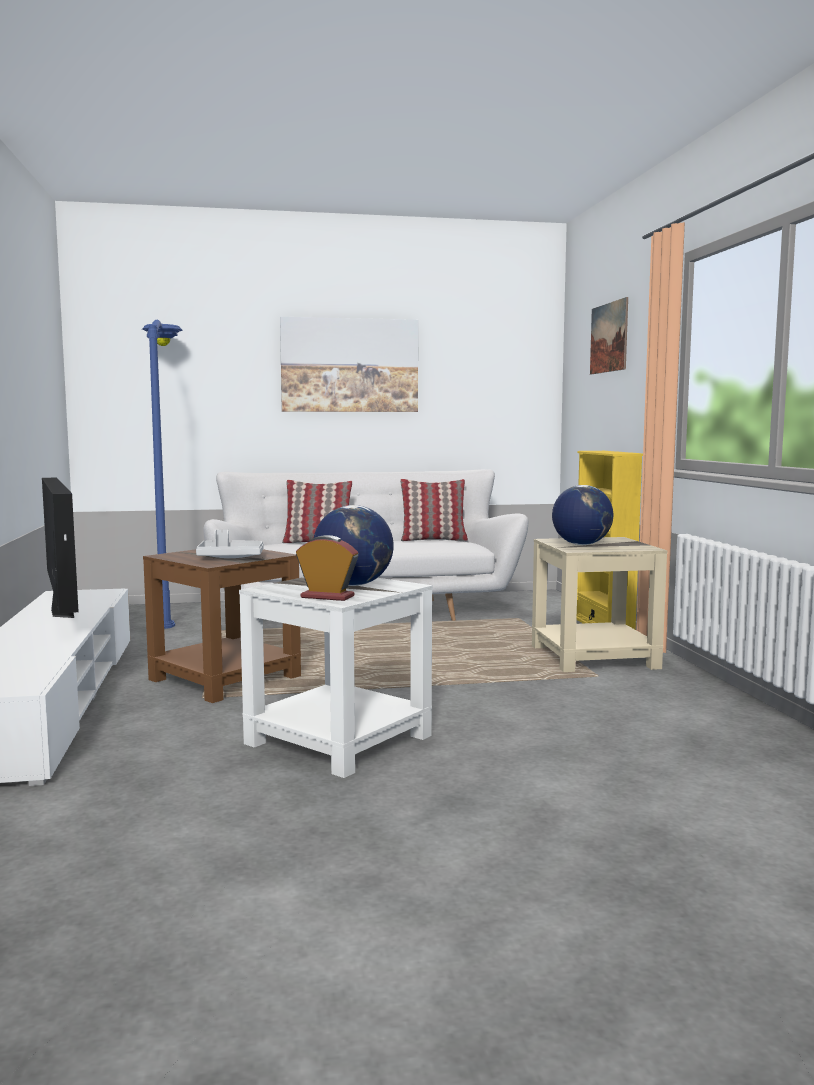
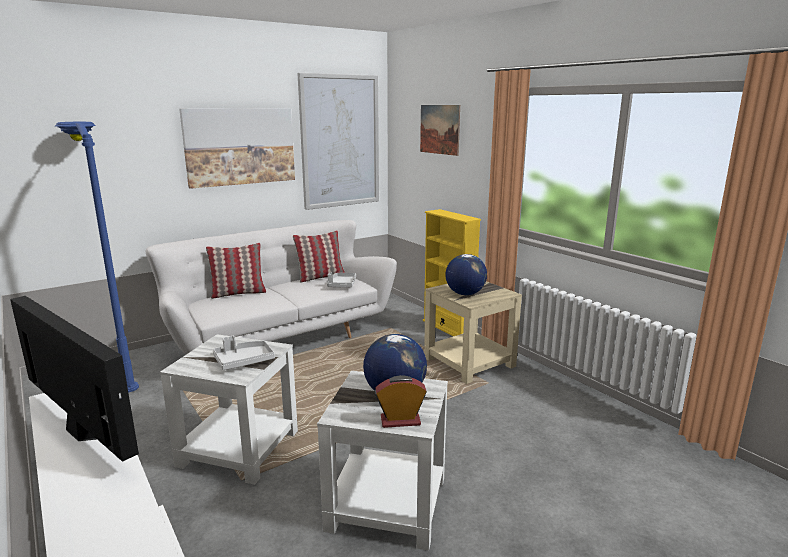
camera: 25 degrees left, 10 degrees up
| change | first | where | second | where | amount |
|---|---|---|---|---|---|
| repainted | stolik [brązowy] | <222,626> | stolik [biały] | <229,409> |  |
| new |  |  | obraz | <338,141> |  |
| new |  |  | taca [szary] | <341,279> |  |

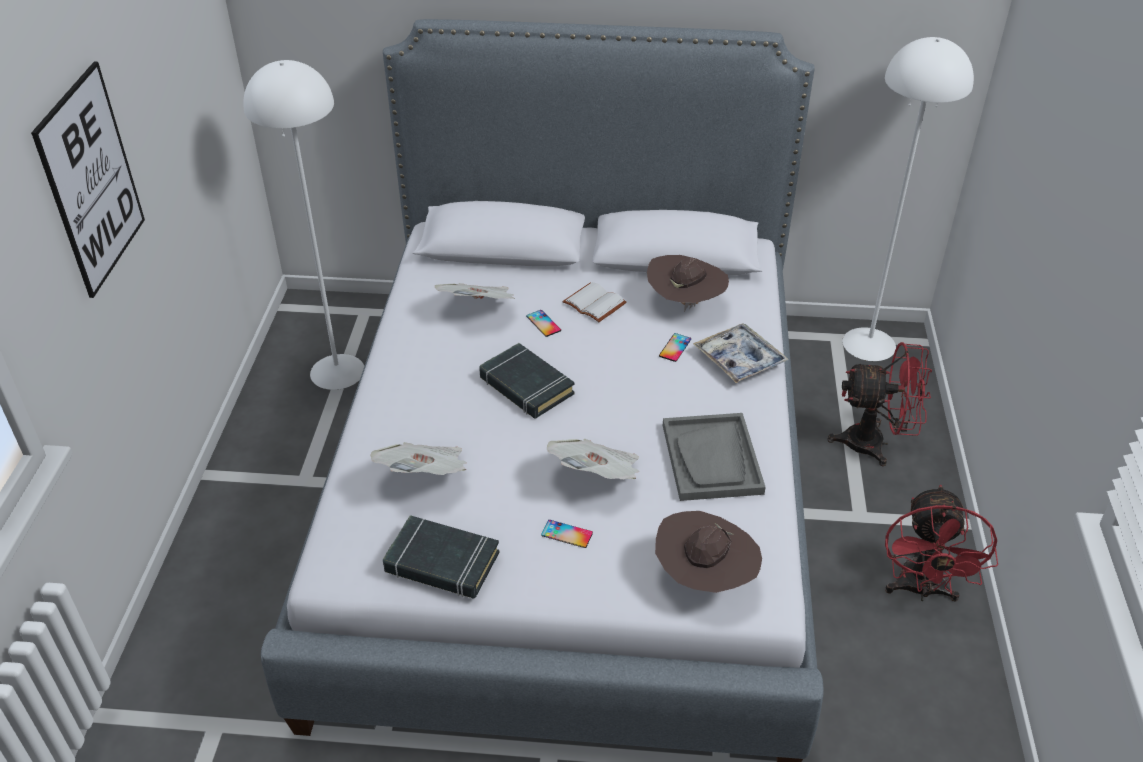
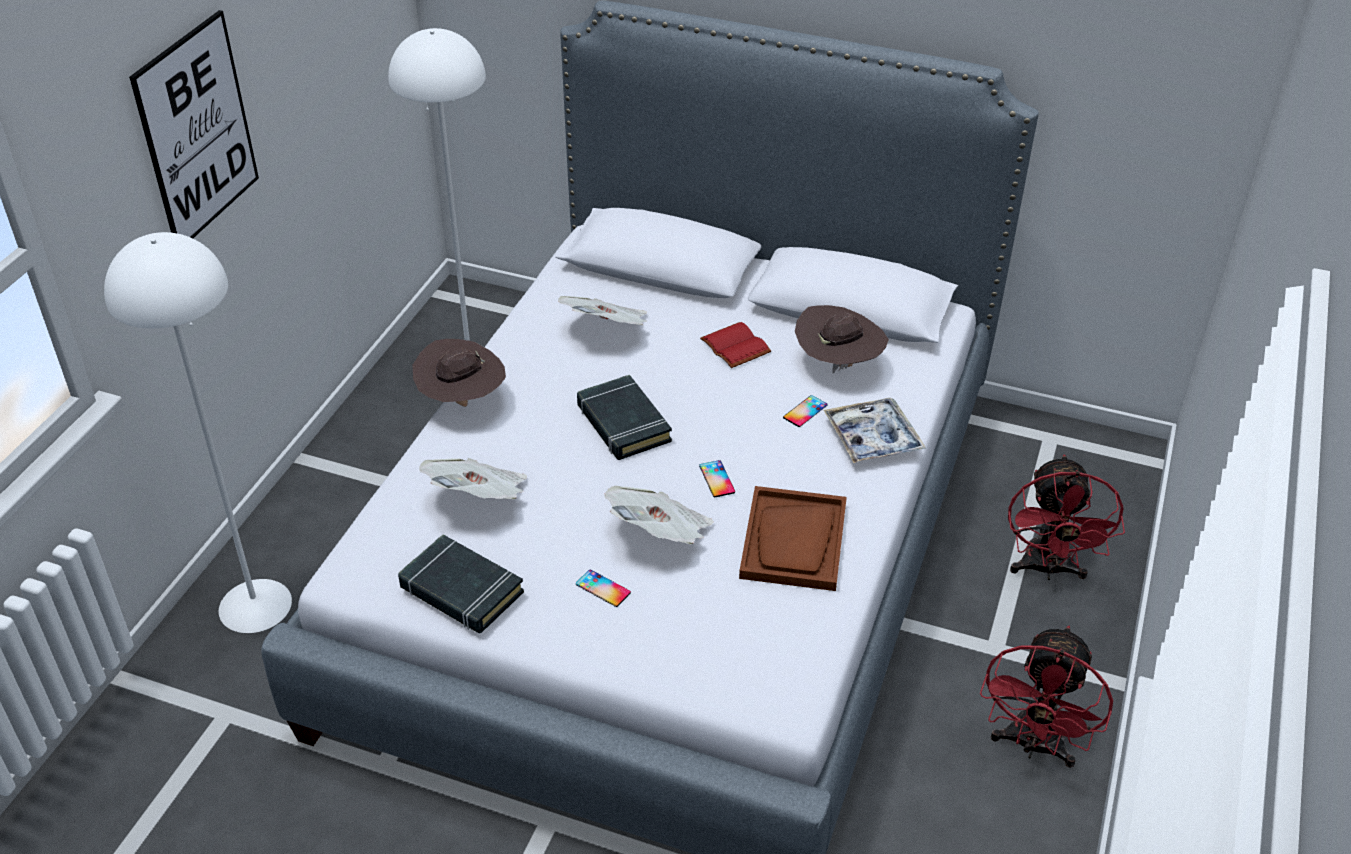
camera: 15 degrees right, 0 degrees up
| change | first | where | second | where | amount |
|---|---|---|---|---|---|
| shifted | lampa stojąca [biały] | <908,199> |  | <198,432> |  |
| repainted | książka [biały] | <594,302> | książka [czerwony] | <735,345> |  |
| shifted | telefon | <543,323> |  | <717,478> |  |
| rotated | wentylator [czerwony] | <879,404> |  | <1066,517> | 75 degrees clockwise |
| repainted | taca [szary] | <714,457> | taca [brązowy] | <793,538> |  |
| shifted | kapelusz [brązowy] | <708,552> |  | <459,373> |  |

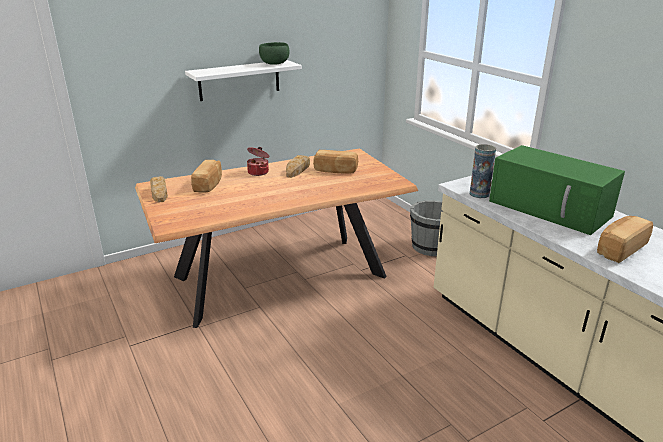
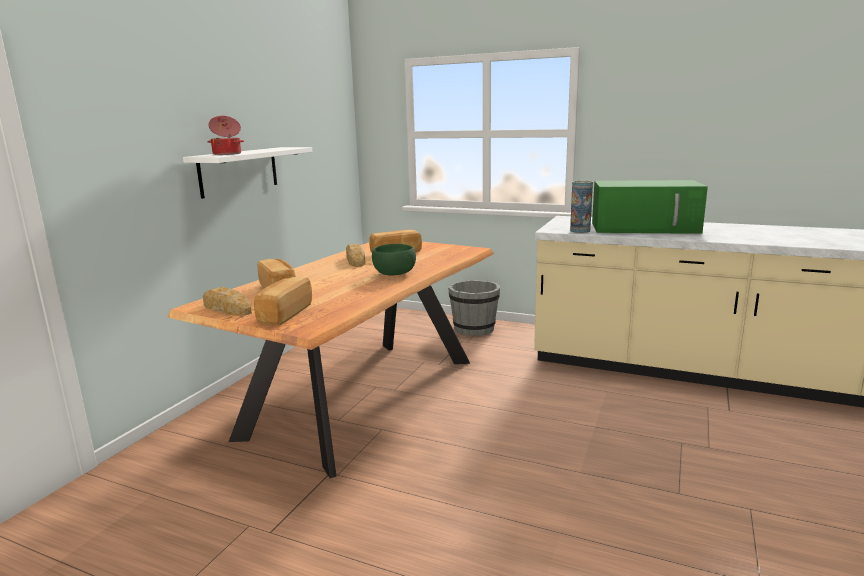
camera: 35 degrees left, 10 degrees down
| change | first | where | second | where | amount |
|---|---|---|---|---|---|
| shifted | miska [zielony] | <274,53> |  | <394,260> |  |
| shifted | garnek | <258,161> |  | <226,135> |  |
| shifted | chleb | <625,239> |  | <283,301> |  |

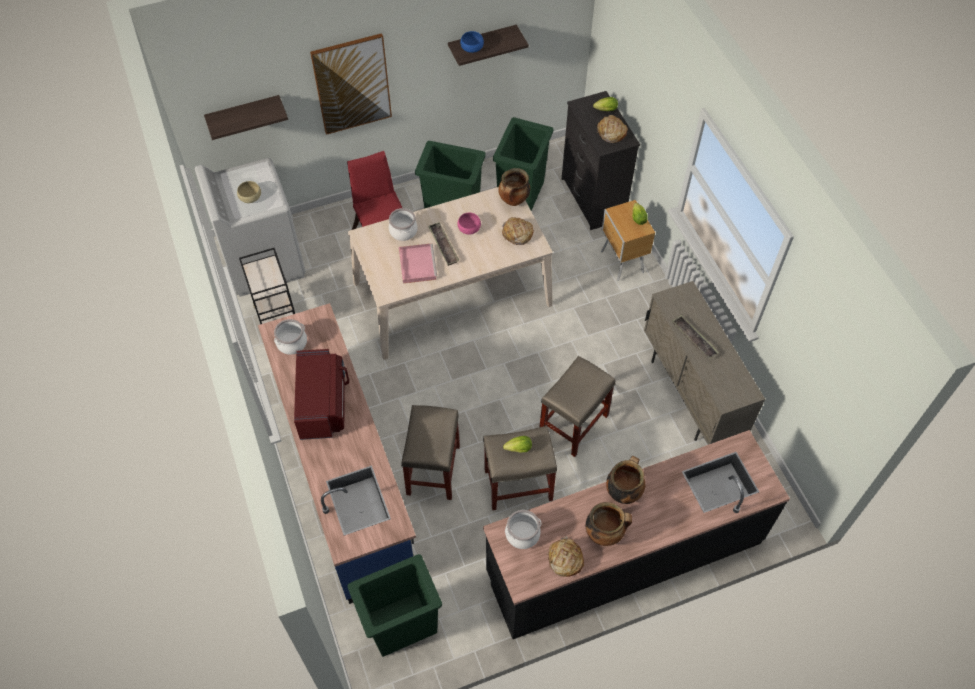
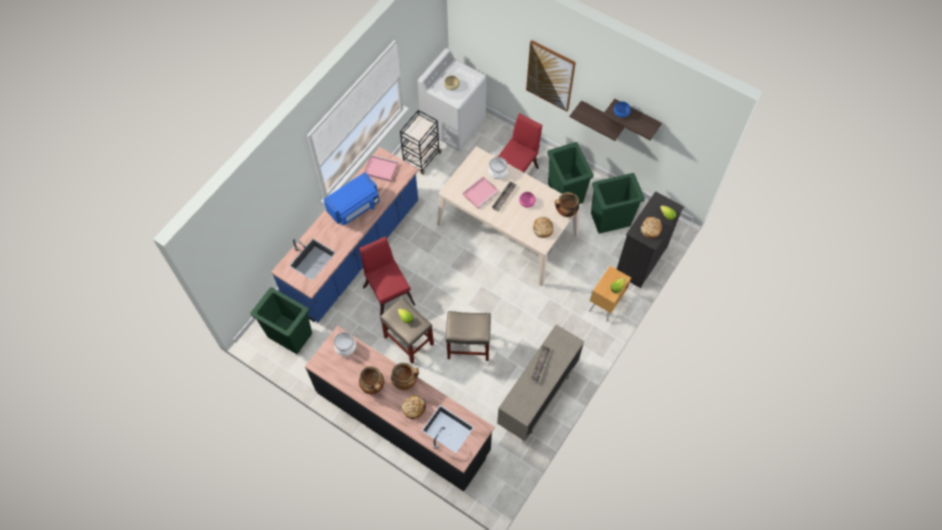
camera: 55 degrees right, 5 degrees up
| change | first | where | second | where | amount |
|---|---|---|---|---|---|
| shifted | półka | <246,117> |  | <597,121> |  |
| swapped | garnek | <290,337> | taca [różowy] | <381,168> |  |
| repainted | mikrofalówka [czerwony] | <321,394> | mikrofalówka [niebieski] | <351,198> |  |
| swapped | stołek [beżowy] | <430,452> | krzesło [czerwony] | <387,276> |  |
| shifted | chleb | <565,556> |  | <415,407> |  |

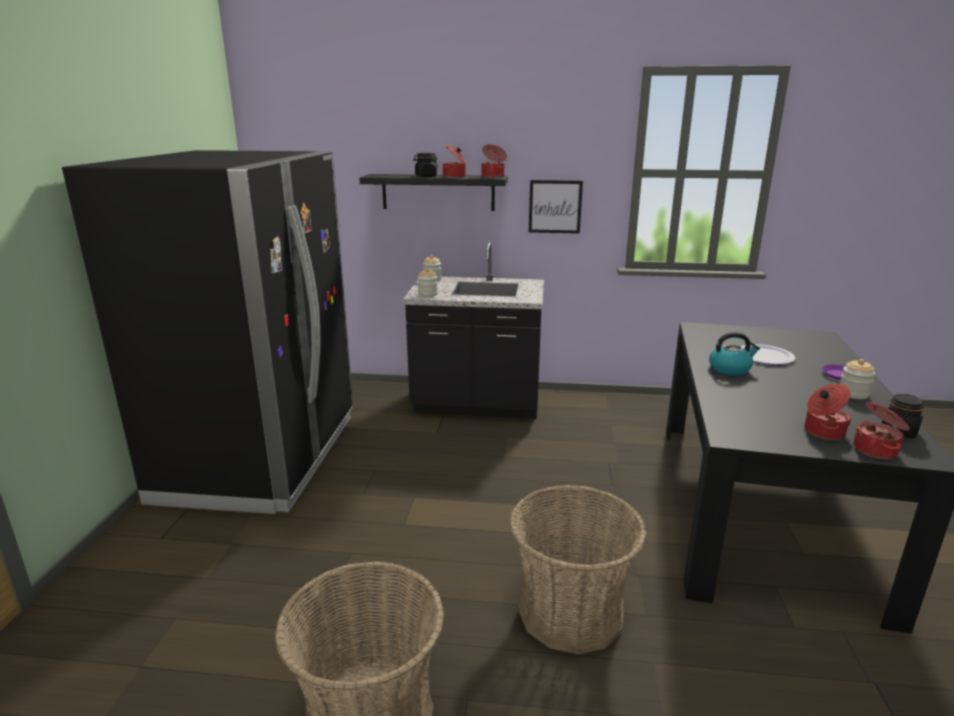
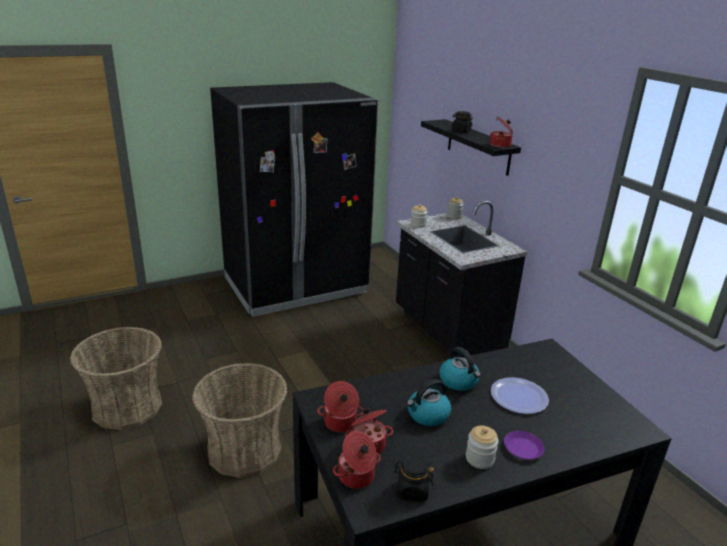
camera: 55 degrees right, 5 degrees up
| change | first | where | second | where | amount |
|---|---|---|---|---|---|
| shifted | garnek | <454,161> |  | <340,406> |  |
| gone | obraz | <556,207> |  |  |  |
| new |  |  | czajnik | <429,402> |  |

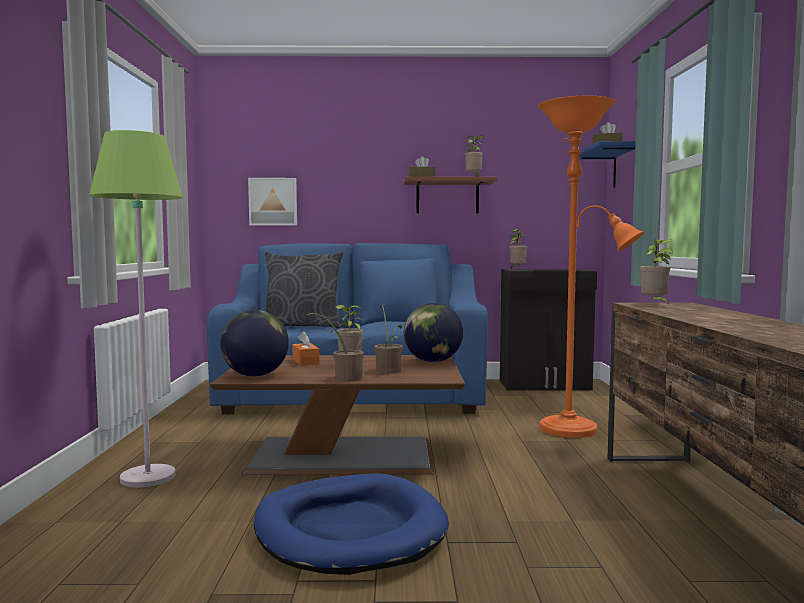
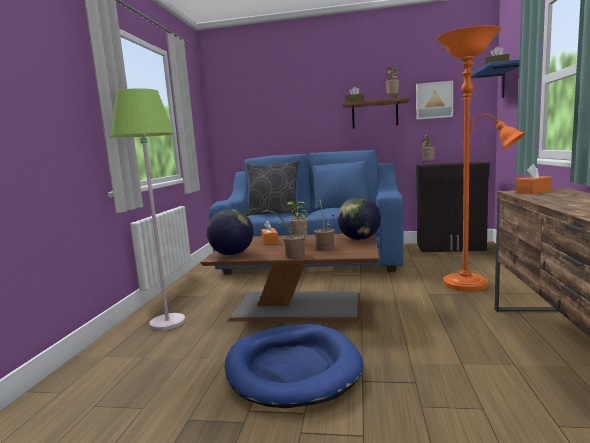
camera: 10 degrees right, 5 degrees up
| change | first | where | second | where | amount |
|---|---|---|---|---|---|
| shifted | obraz | <272,201> |  | <434,100> |  |
| swapped | roślina doniczkowa | <656,272> | pudełko chusteczek [pomarańczowy] | <534,179> |  |

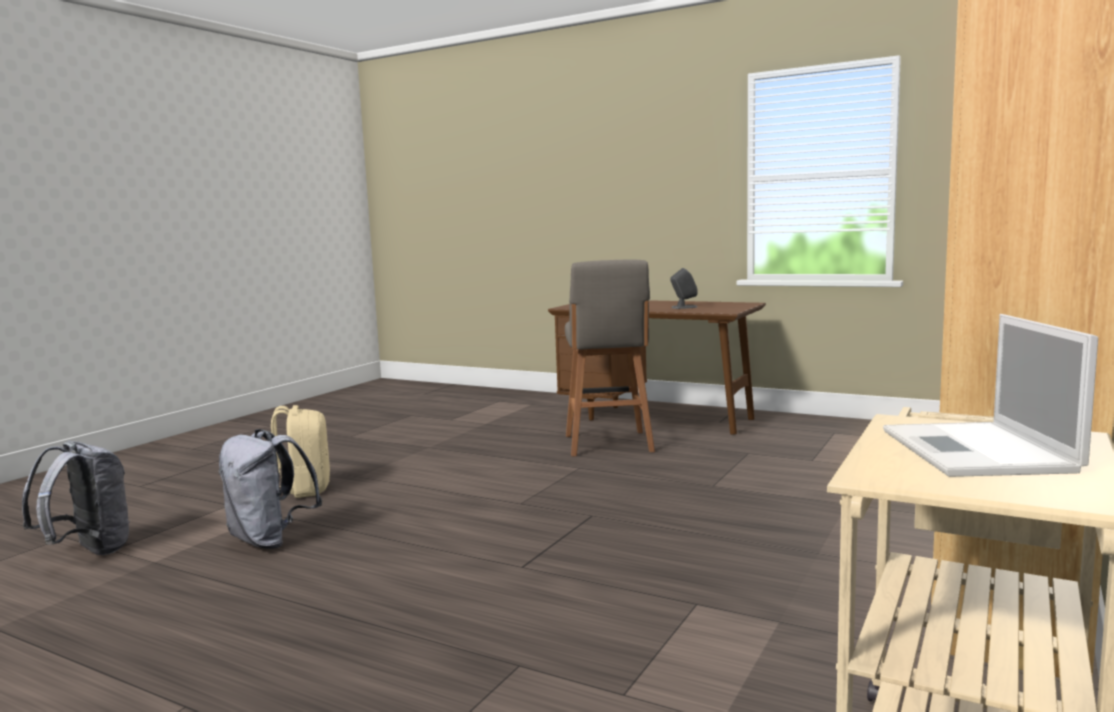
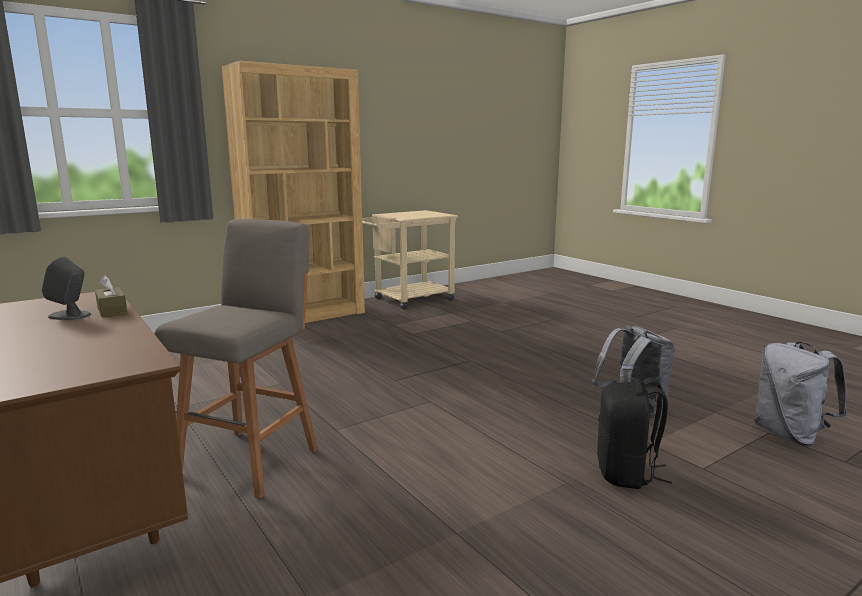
camera: 155 degrees left, 5 degrees up
| change | first | where | second | where | amount |
|---|---|---|---|---|---|
| gone | laptop | <990,395> |  |  |  |
| repainted | plecak [beżowy] | <300,451> | plecak [czarny] | <634,433> |  |
| new |  |  | pudełko chusteczek [brązowy] | <111,296> |  |

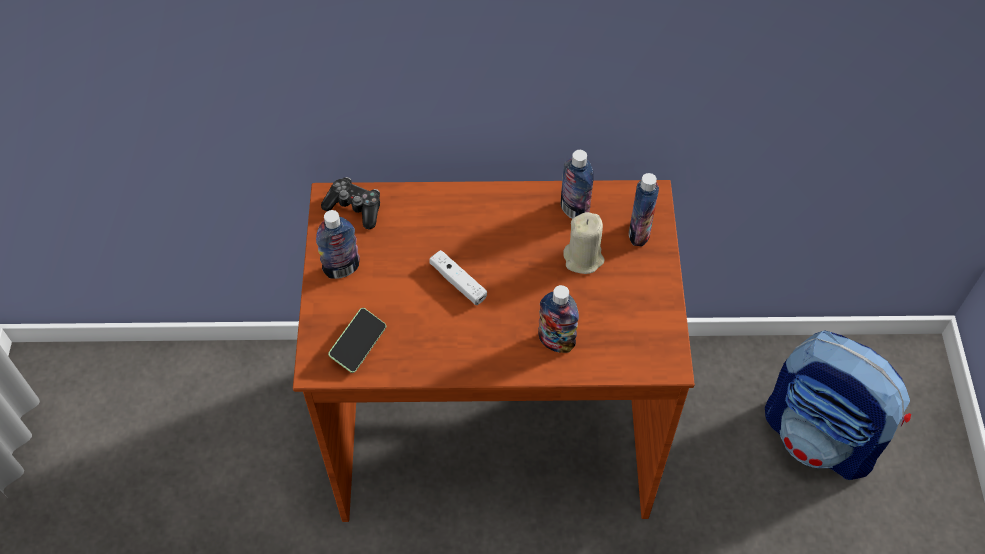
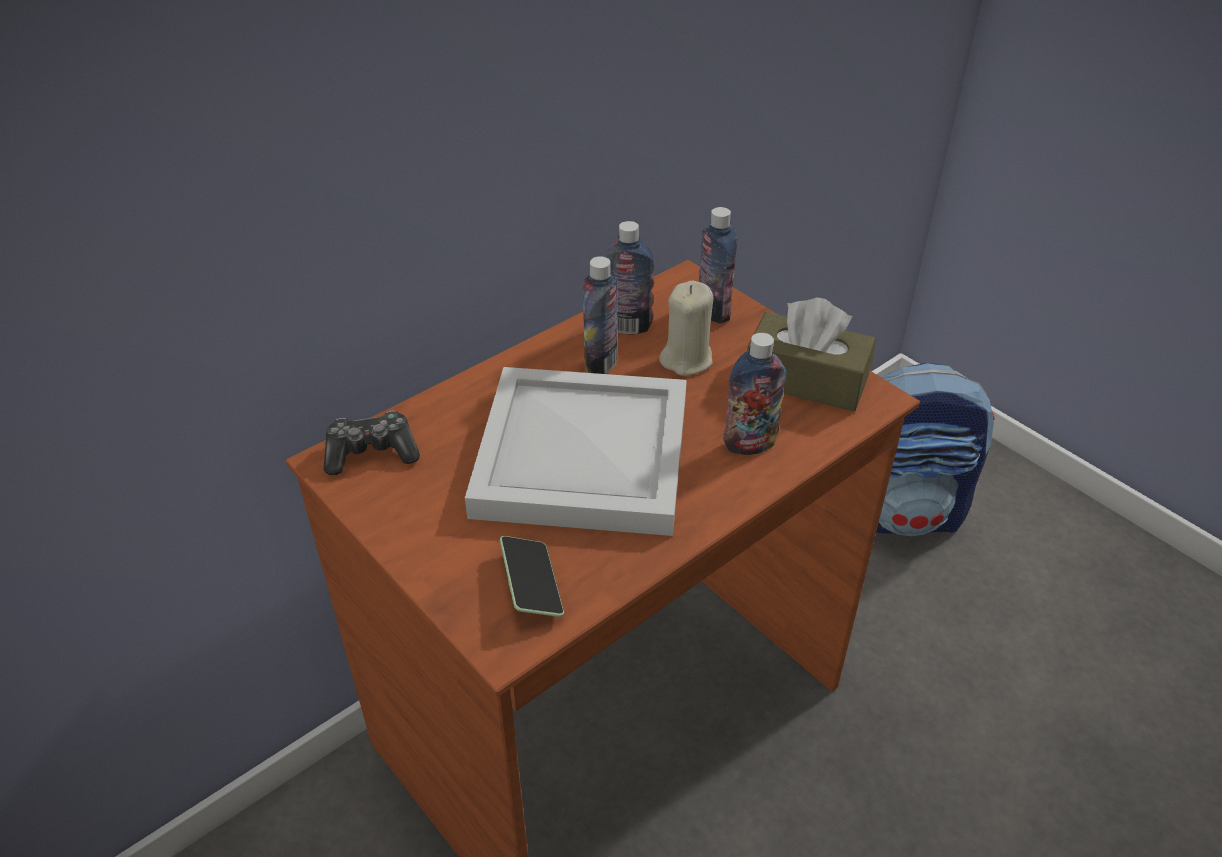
camera: 40 degrees left, 15 degrees down
| change | first | where | second | where | amount |
|---|---|---|---|---|---|
| shifted | butelka | <338,244> |  | <600,315> |  |
| swapped | pad do gier [biały] | <458,277> | taca [biały] | <576,451> |  |
| new |  |  | pudełko chusteczek [brązowy] | <811,355> |  |

